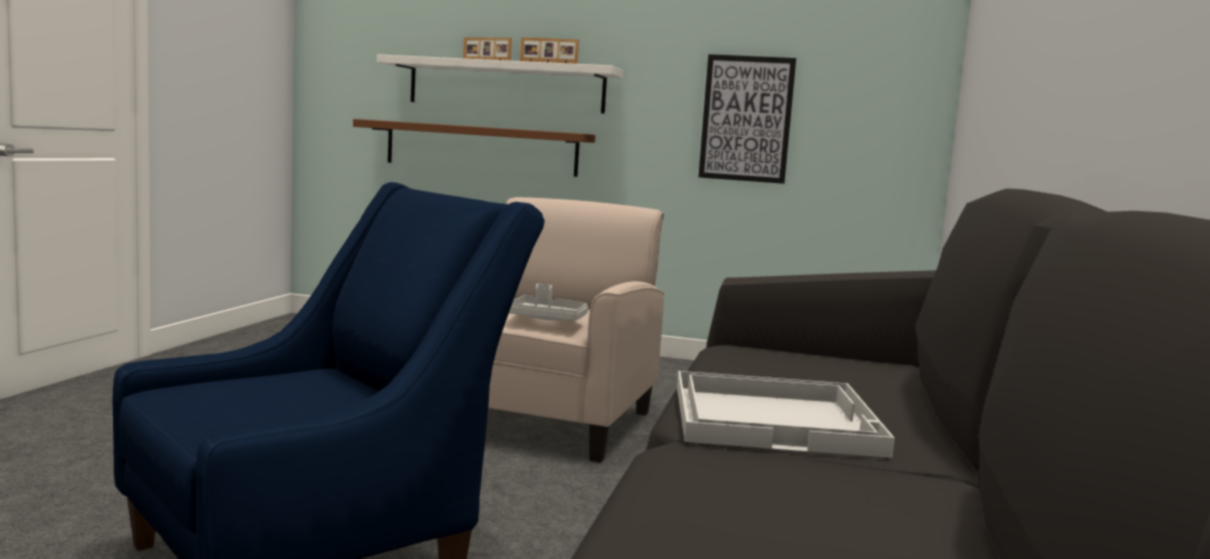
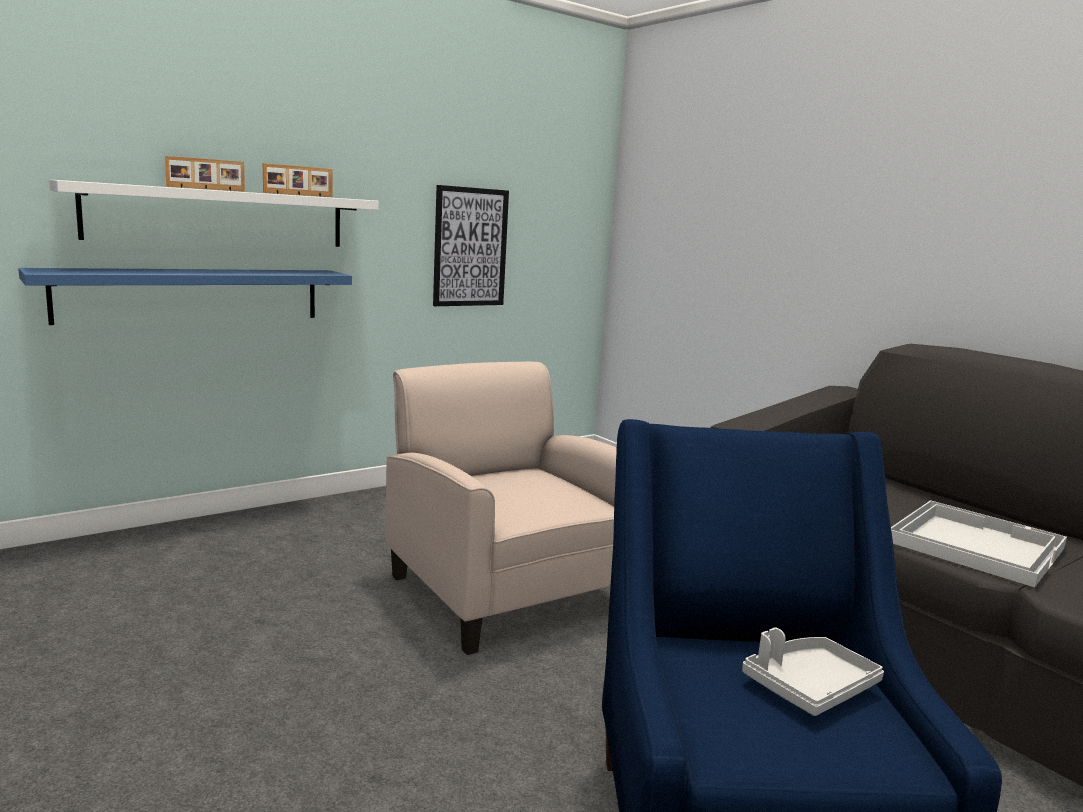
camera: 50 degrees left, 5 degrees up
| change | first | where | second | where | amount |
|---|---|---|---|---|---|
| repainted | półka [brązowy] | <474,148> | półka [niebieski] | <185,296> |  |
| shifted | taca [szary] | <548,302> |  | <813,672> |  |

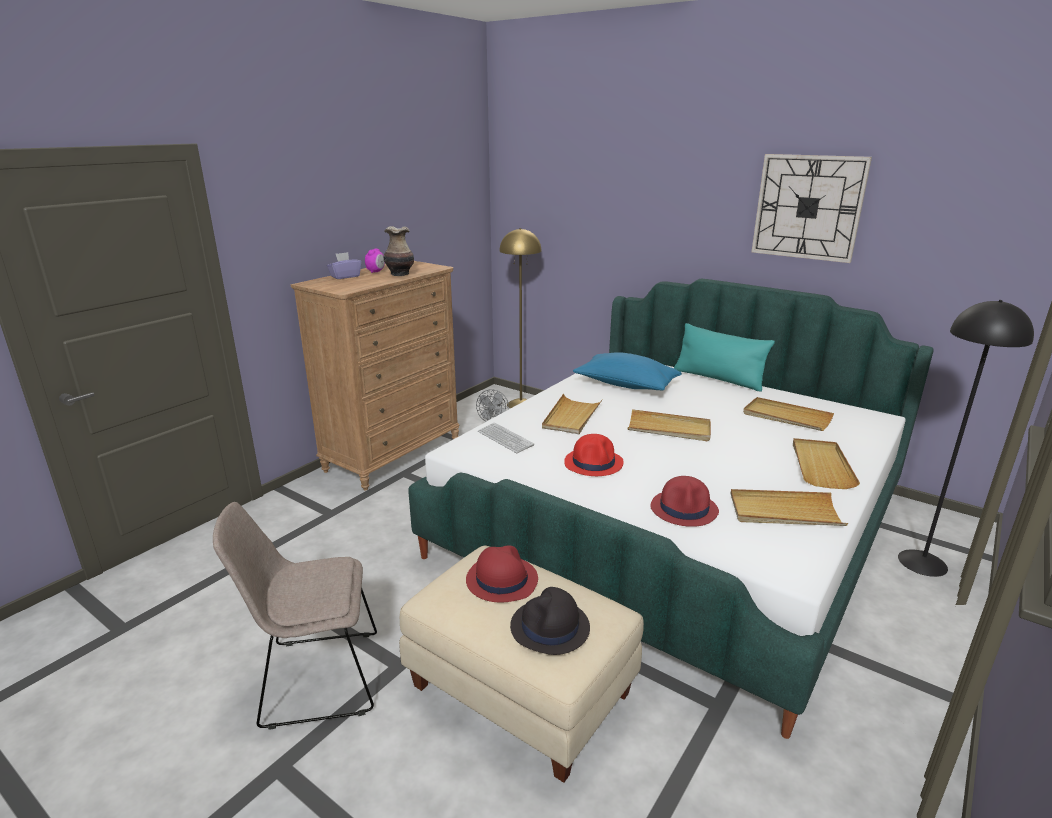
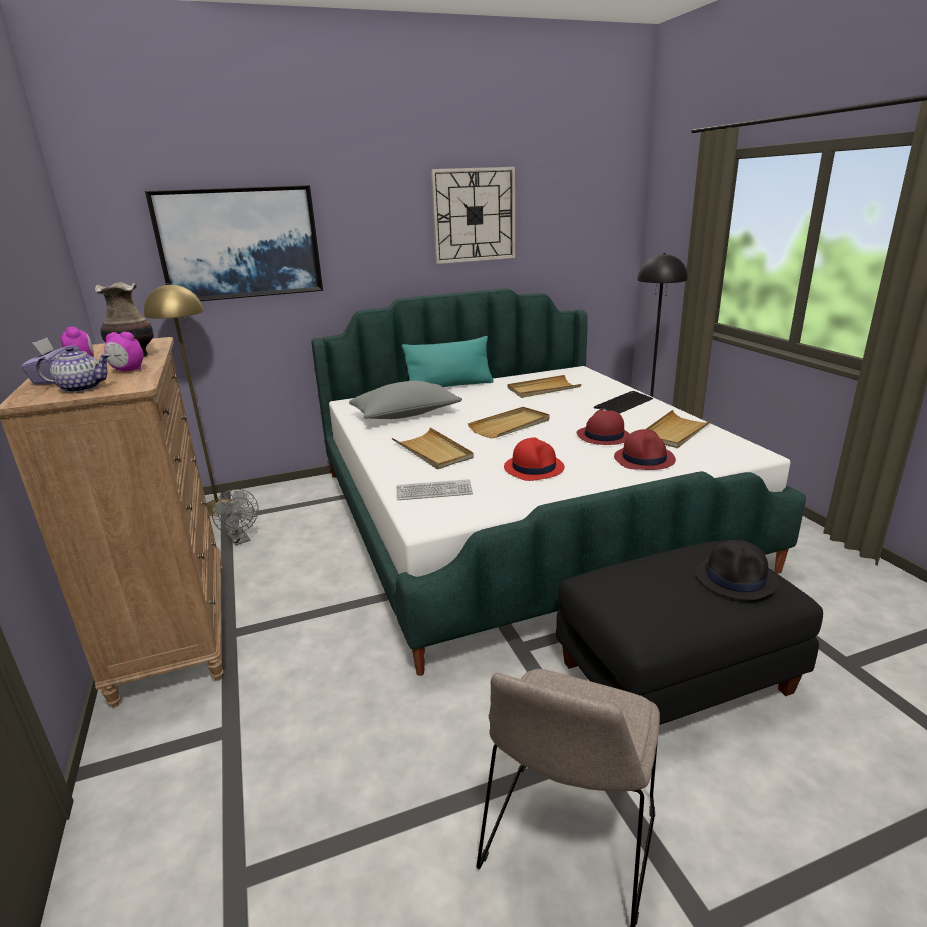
camera: 55 degrees left, 0 degrees up
| change | first | where | second | where | amount |
|---|---|---|---|---|---|
| repainted | poduszka [niebieski] | <627,371> | poduszka [szary] | <405,400> |  |
| swapped | taca [beżowy] | <826,463> | klawiatura | <623,402> |  |
| shifted | kapelusz [czerwony] | <502,574> |  | <603,427> |  |
| repainted | pufa [beżowy] | <521,664> | pufa [czarny] | <689,632> |  |
| new |  |  | obraz | <234,243> |  |
| new |  |  | budzik | <124,351> |  |
| new |  |  | imbryk | <73,370> |  |

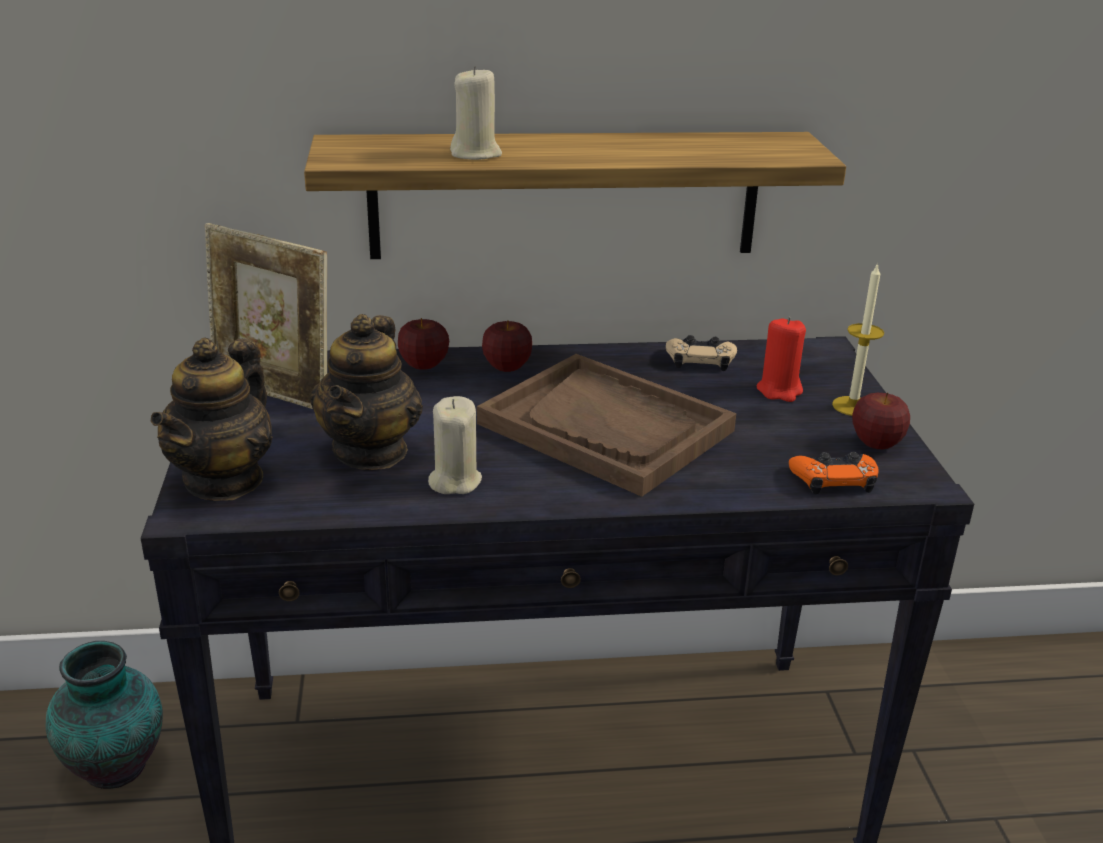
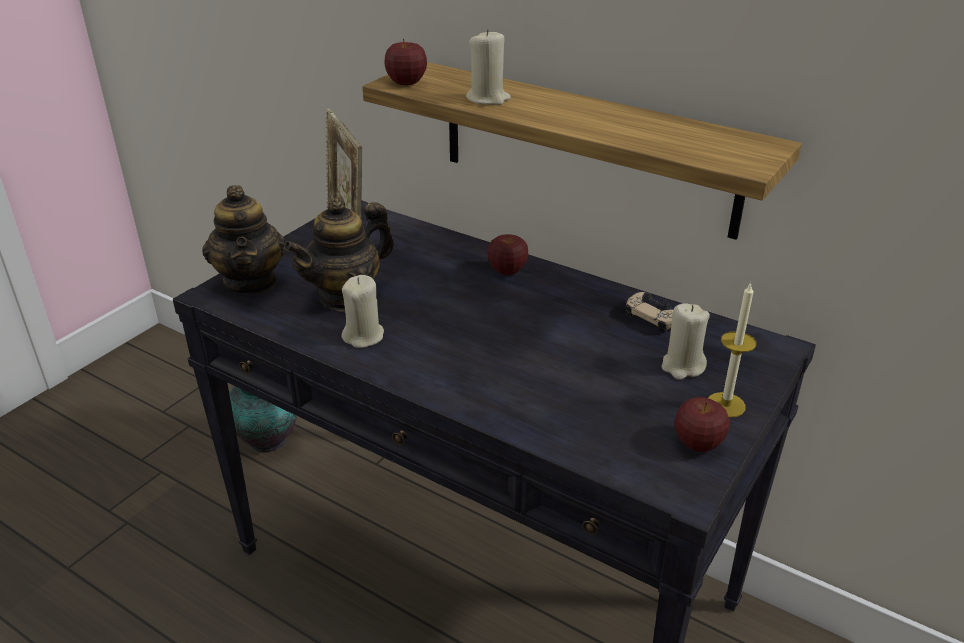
camera: 40 degrees right, 5 degrees up
| change | first | where | second | where | amount |
|---|---|---|---|---|---|
| repainted | świeca [czerwony] | <781,359> | świeca [beżowy] | <686,341> |  |
| shifted | jabłko | <423,344> |  | <406,62> |  |
| rotated | imbryk | <211,419> |  | <244,240> | 75 degrees counterclockwise |
| gone | taca [brązowy] | <606,425> |  |  |  |
| gone | pad do gier [pomarańczowy] | <834,473> |  |  |  |

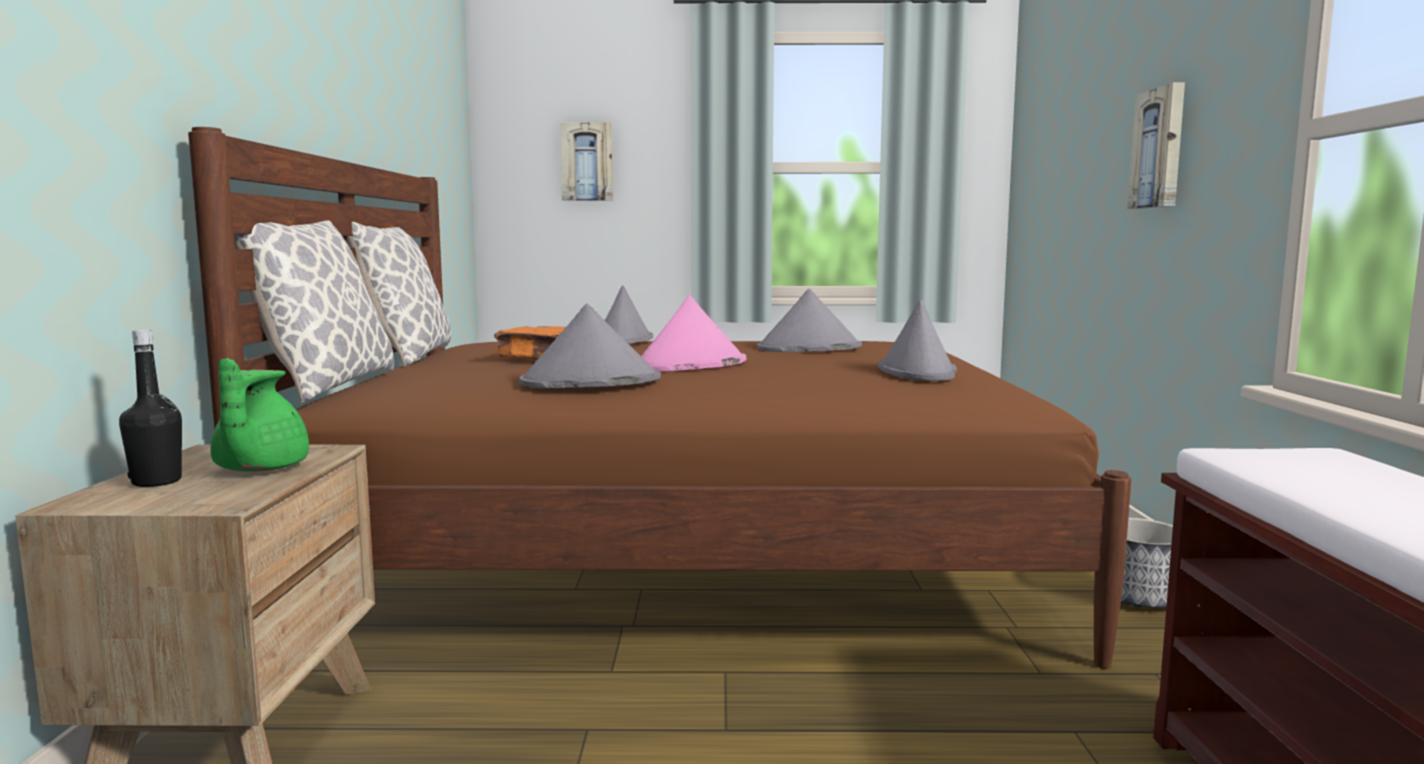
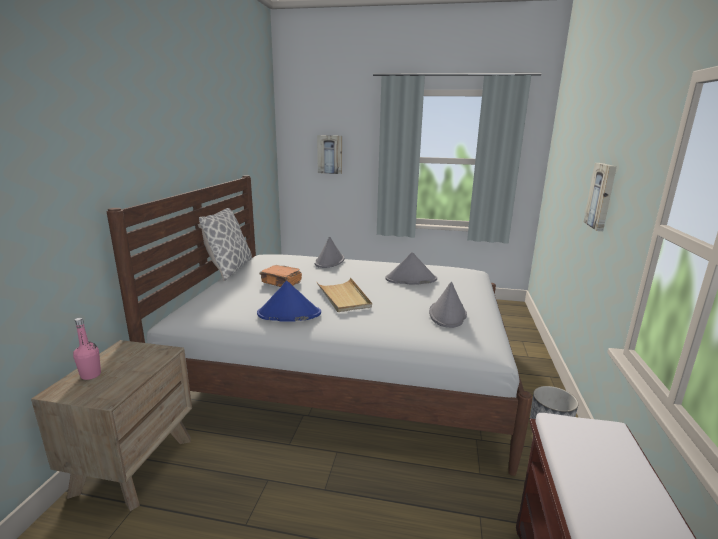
camera: 10 degrees right, 10 degrees up
| change | first | where | second | where | amount |
|---|---|---|---|---|---|
| repainted | łóżko [brązowy] | <659,398> | łóżko [biały] | <319,325> |  |
| gone | poduszka | <314,312> |  |  |  |
| swapped | kapelusz [różowy] | <693,333> | taca [beżowy] | <344,295> |  |
| repainted | kapelusz [szary] | <590,346> | kapelusz [niebieski] | <289,301> |  |
| repainted | butelka [czarny] | <150,408> | butelka [różowy] | <87,349> |  |
| gone | imbryk [zielony] | <259,415> |  |  |  |

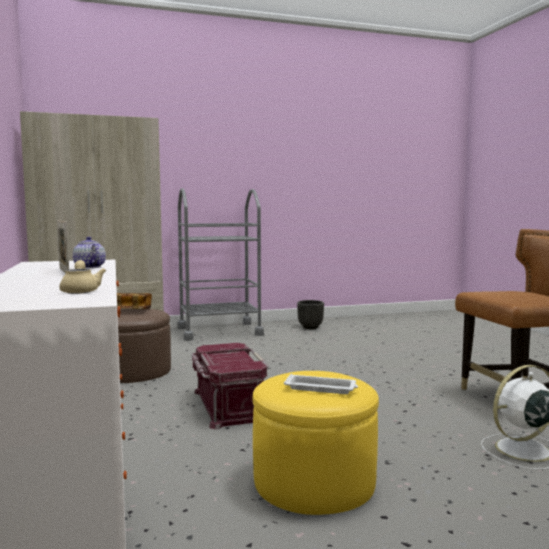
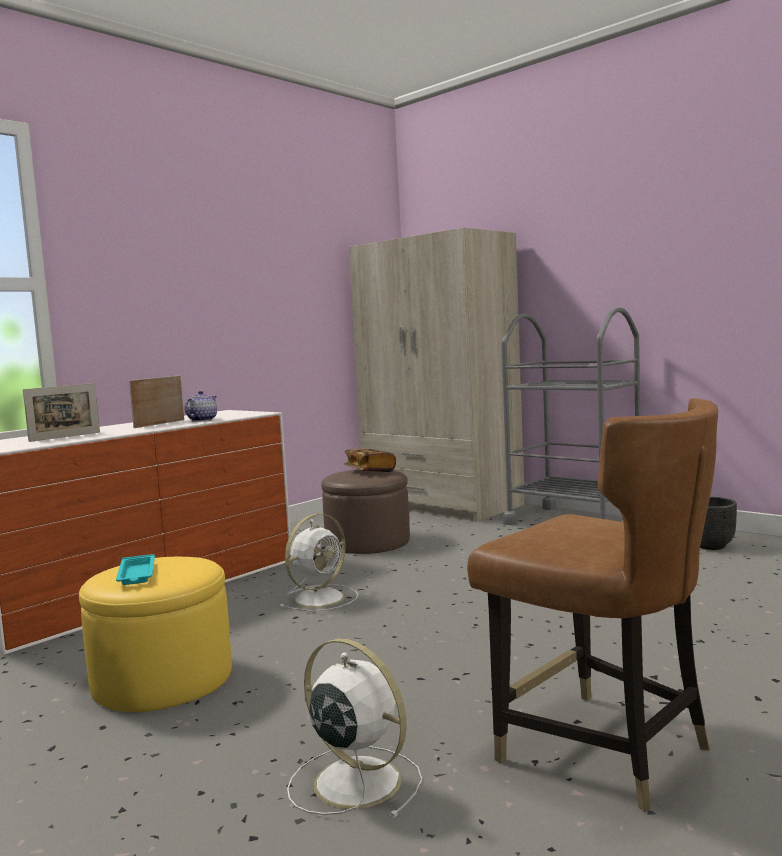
camera: 60 degrees right, 0 degrees up
| change | first | where | second | where | amount |
|---|---|---|---|---|---|
| gone | imbryk [beżowy] | <82,277> |  |  |  |
| swapped | pojemnik do przechowywania [czerwony] | <229,386> | wentylator [biały] | <318,562> |  |
| repainted | taca [biały] | <321,384> | taca [turkusowy] | <135,569> |  |
| new |  |  | ramka na zdjęcie | <61,412> |  |

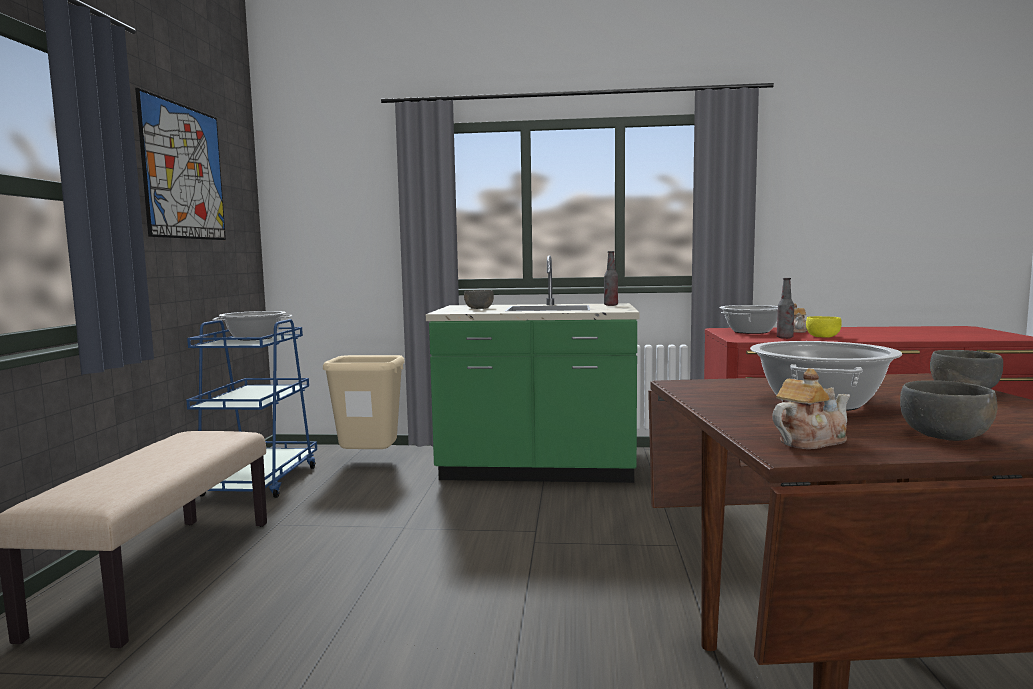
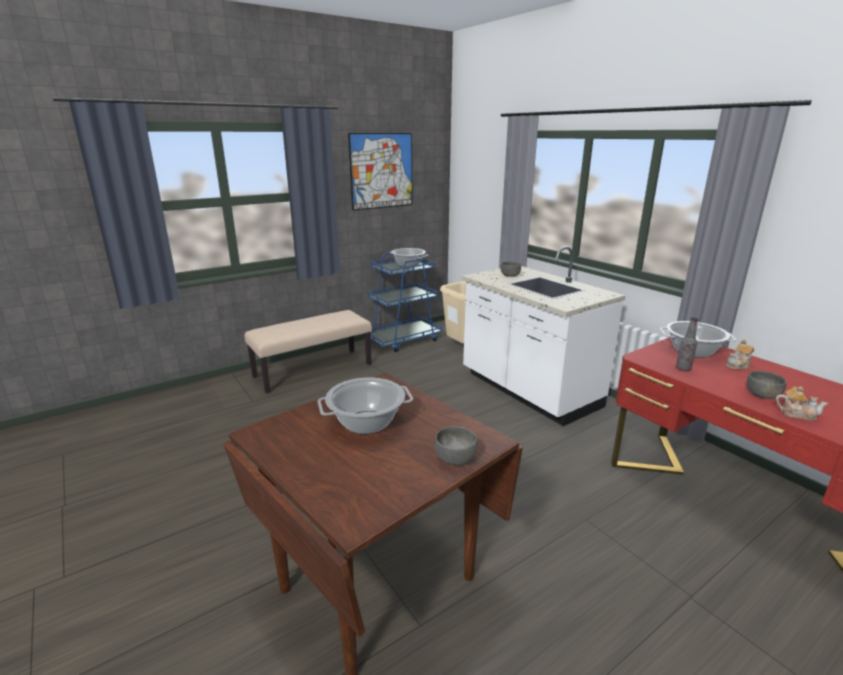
camera: 50 degrees right, 15 degrees up
| change | first | where | second | where | amount |
|---|---|---|---|---|---|
| gone | butelka | <611,278> |  |  |  |
| repainted | zabudowa kuchenna [zielony] | <532,369> | zabudowa kuchenna [biały] | <544,336> |  |
| gone | miska [żółty] | <824,327> |  |  |  |
| shifted | imbryk | <811,408> |  | <802,403> |  |
| shifted | miska [szary] | <949,410> |  | <766,385> |  |

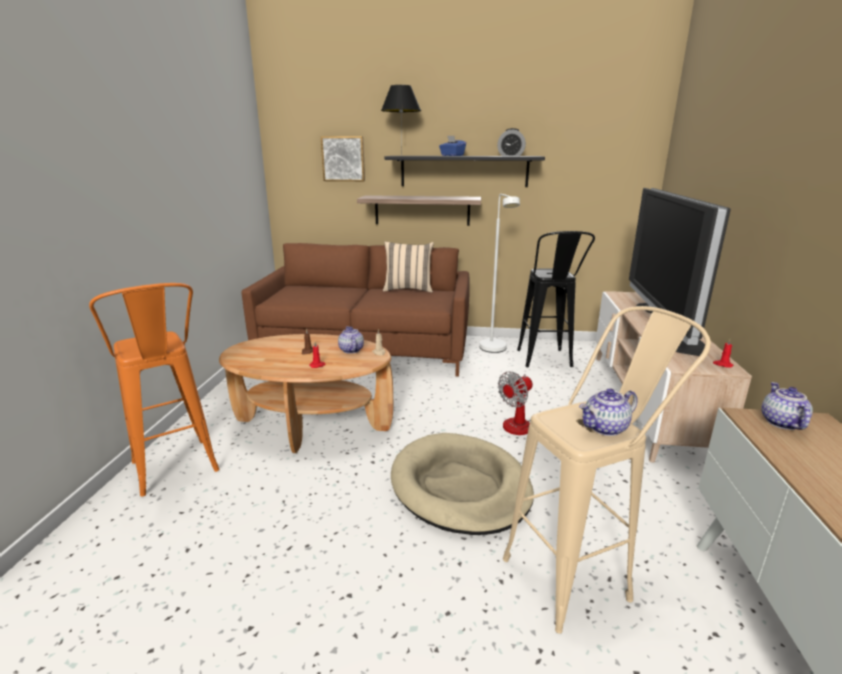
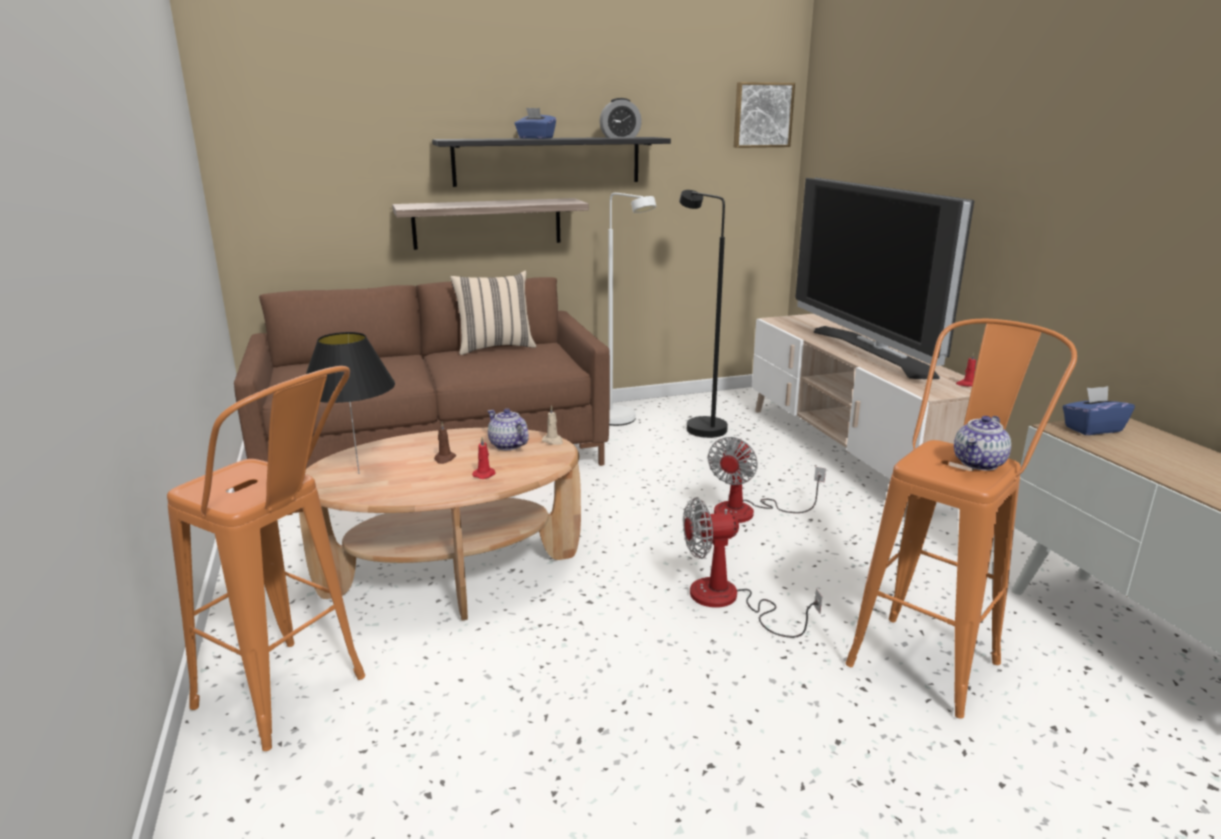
camera: 25 degrees left, 0 degrees up
| change | first | where | second | where | amount |
|---|---|---|---|---|---|
| shifted | lampa stołowa [czarny] | <401,120> |  | <350,403> |  |
| shifted | obraz | <343,158> |  | <764,115> |  |
| swapped | stołek [czarny] | <556,299> | lampa stojąca [czarny] | <703,314> |  |
| repainted | stołek [beżowy] | <607,469> | stołek [pomarańczowy] | <961,518> |  |
| swapped | imbryk | <787,406> | pudełko chusteczek [niebieski] | <1099,410> |  |
| swapped | legowisko [beżowy] | <462,484> | wentylator | <752,568> |  |

